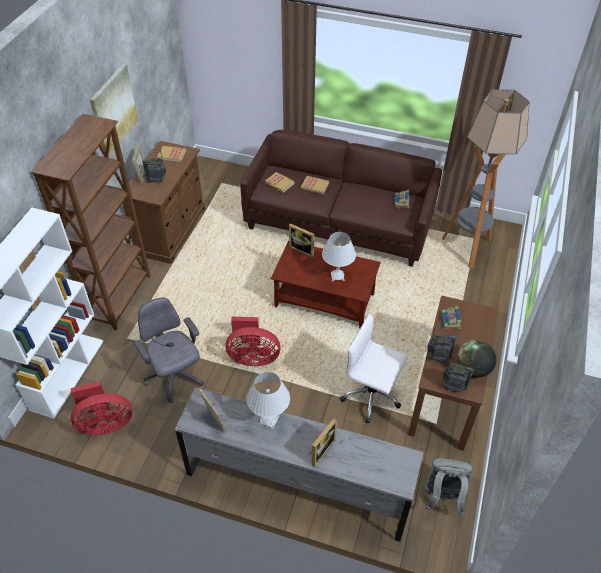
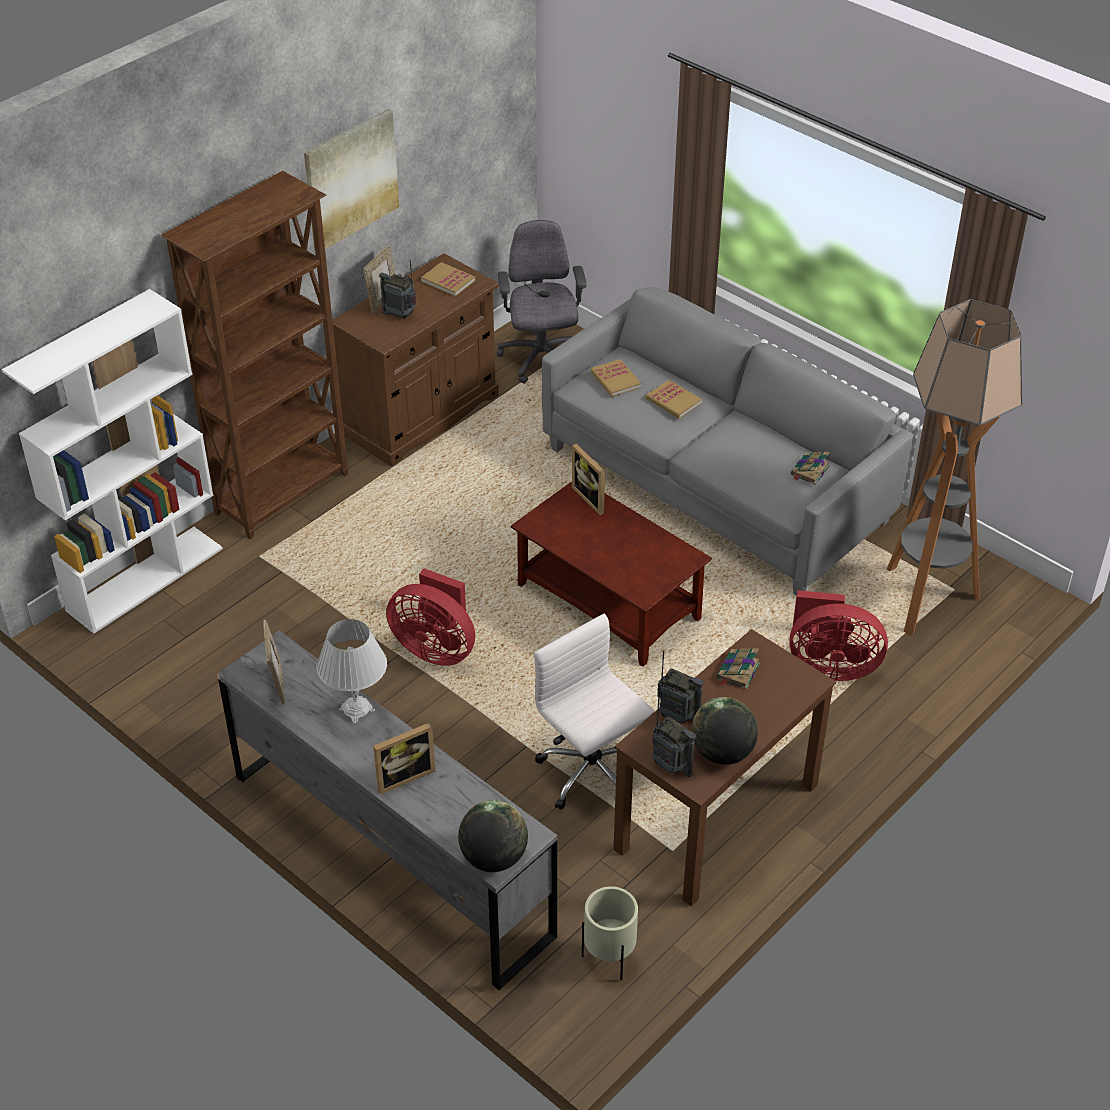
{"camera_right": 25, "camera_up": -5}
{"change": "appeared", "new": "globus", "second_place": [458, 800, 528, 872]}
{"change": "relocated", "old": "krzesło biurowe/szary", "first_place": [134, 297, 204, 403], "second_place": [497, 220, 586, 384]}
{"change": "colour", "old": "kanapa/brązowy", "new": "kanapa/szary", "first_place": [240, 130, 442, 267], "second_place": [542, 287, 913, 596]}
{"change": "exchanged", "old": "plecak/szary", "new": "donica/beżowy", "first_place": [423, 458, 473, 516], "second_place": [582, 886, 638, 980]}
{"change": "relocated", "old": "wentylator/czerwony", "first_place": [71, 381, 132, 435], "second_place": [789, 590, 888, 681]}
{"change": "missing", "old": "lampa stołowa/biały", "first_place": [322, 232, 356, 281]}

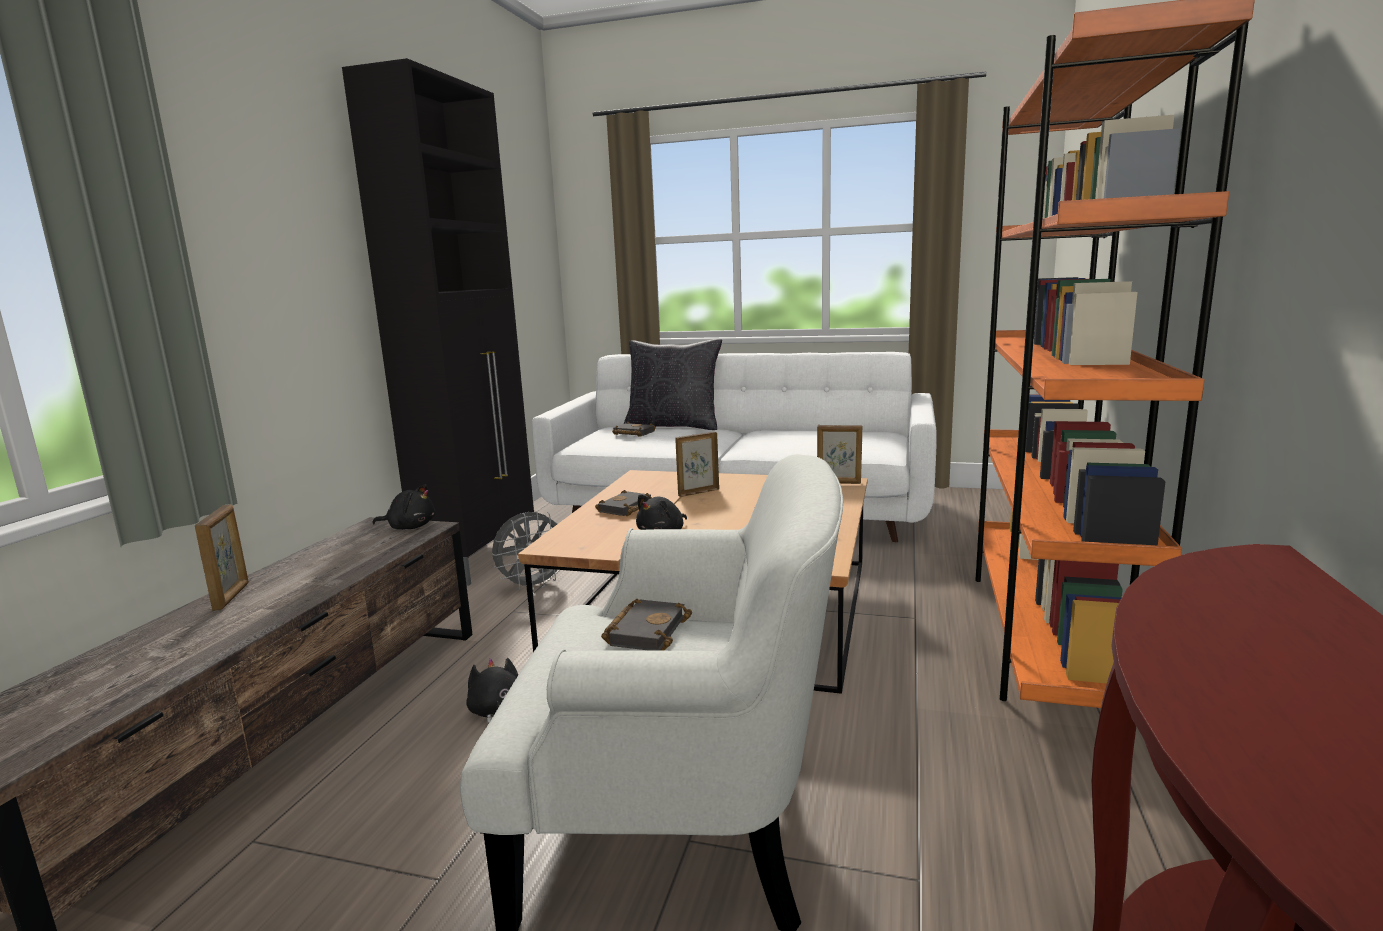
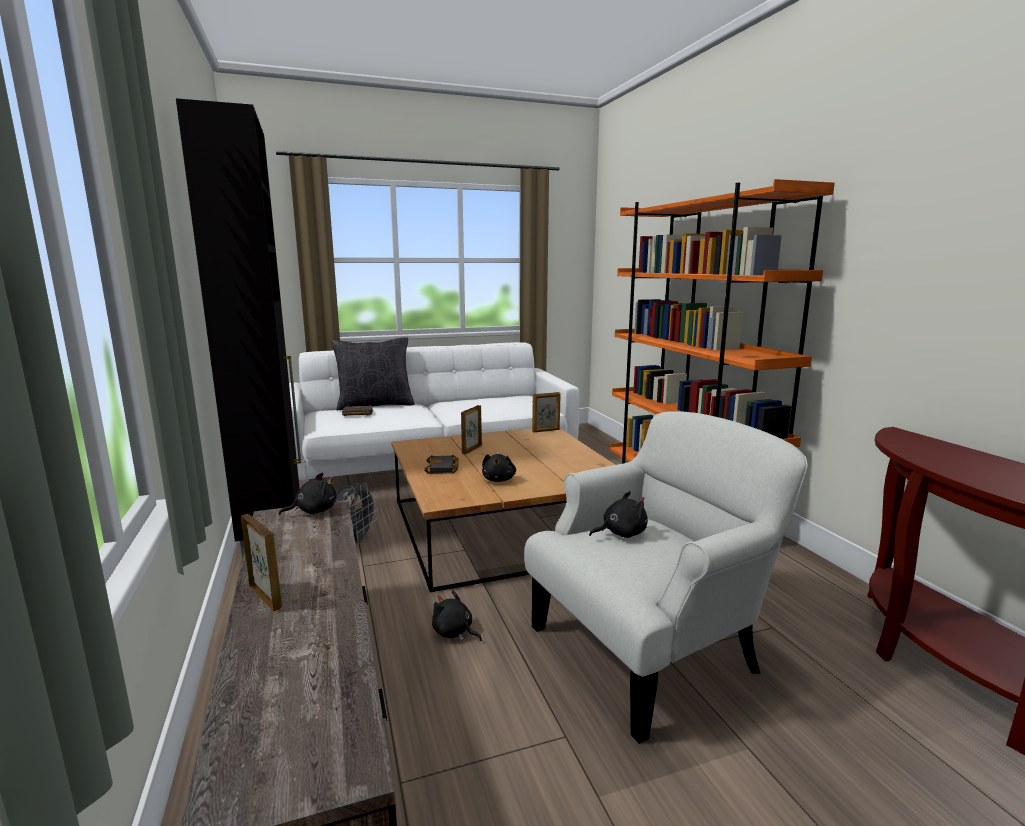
{"camera_right": -35, "camera_up": 0}
{"change": "exchanged", "old": "książka/czarny", "new": "pluszak/czarny", "first_place": [601, 599, 692, 651], "second_place": [589, 491, 648, 538]}

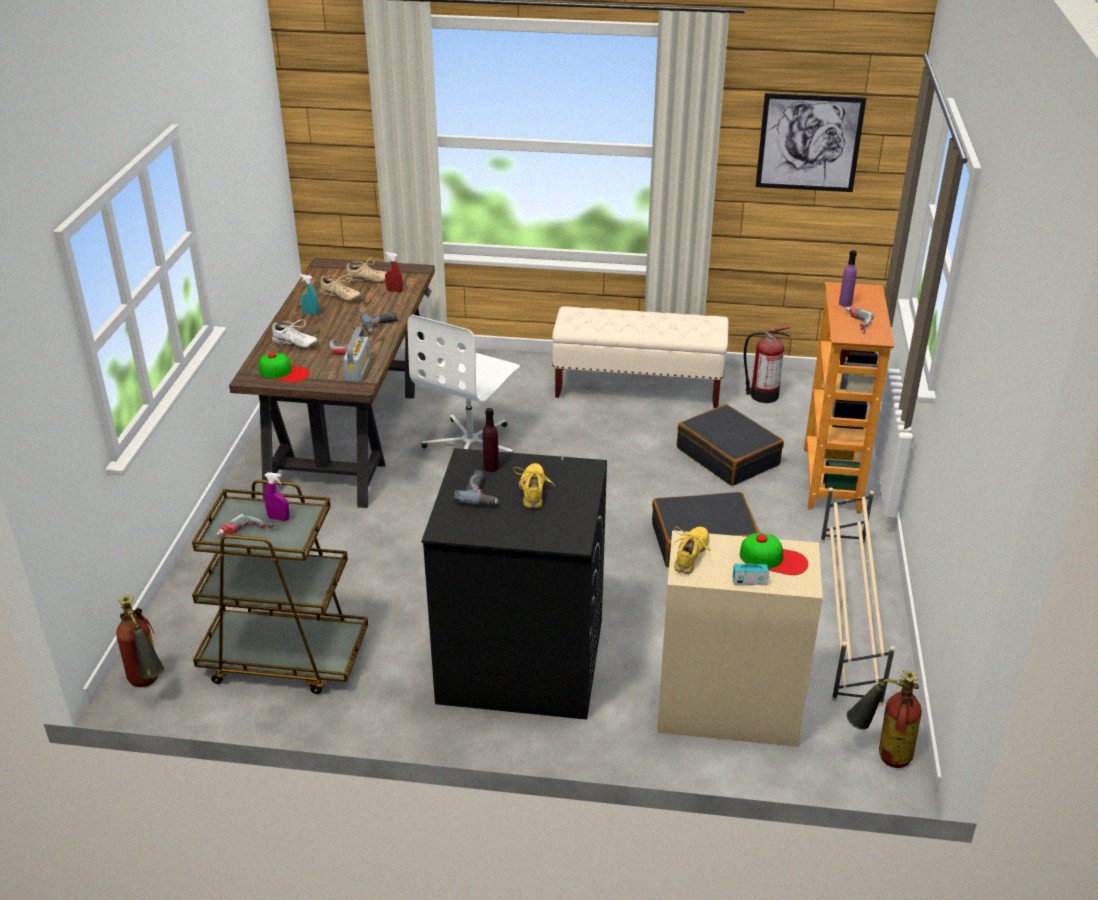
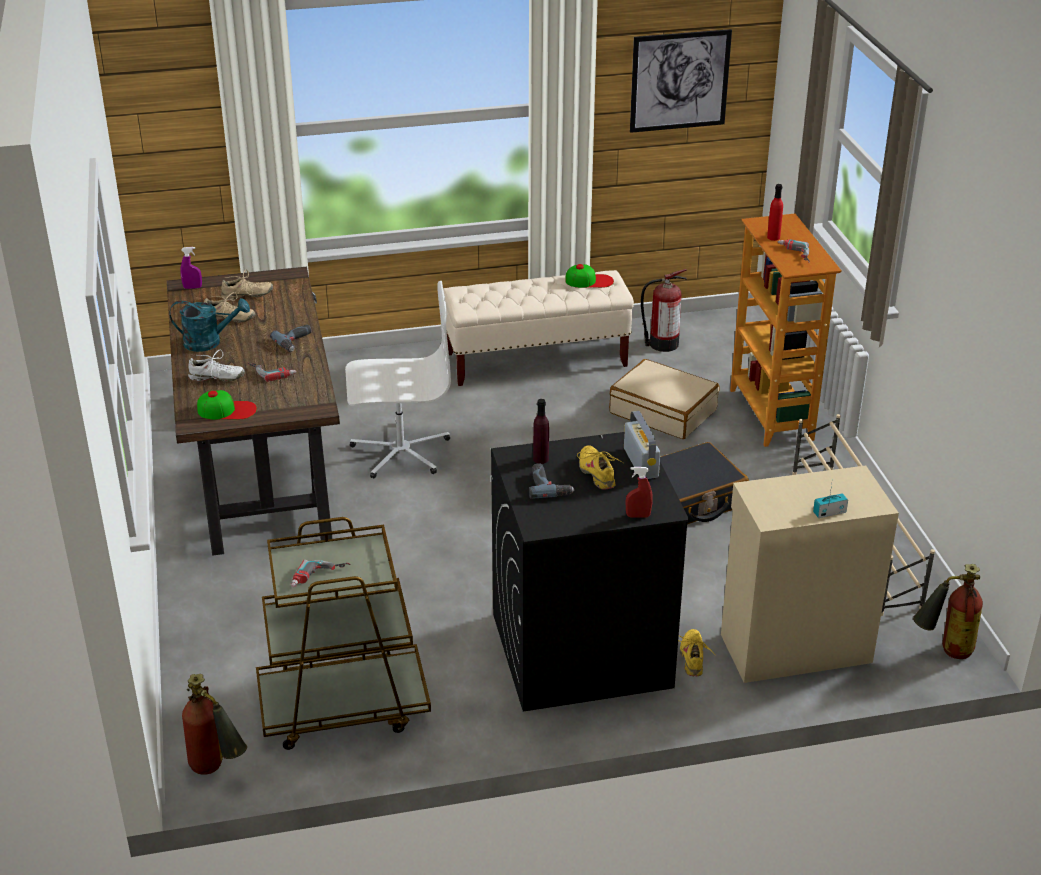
{"camera_right": -20, "camera_up": 0}
{"change": "exchanged", "old": "spryskiwacz/turkusowy", "new": "konewka/turkusowy", "first_place": [300, 274, 319, 315], "second_place": [169, 298, 250, 352]}
{"change": "relocated", "old": "spryskiwacz/fioletowy", "first_place": [264, 472, 289, 521], "second_place": [180, 247, 202, 289]}
{"change": "spun", "old": "krzesło biurowe/biały", "first_place": [407, 314, 520, 453], "second_place": [345, 281, 451, 479], "degrees": -105}
{"change": "relocated", "old": "czapka z daszkiem", "first_place": [740, 533, 808, 575], "second_place": [565, 264, 614, 288]}
{"change": "colour", "old": "walizka/czarny", "new": "walizka/beżowy", "first_place": [677, 404, 784, 486], "second_place": [609, 359, 720, 439]}
{"change": "relocated", "old": "radio", "first_place": [343, 327, 370, 382], "second_place": [624, 411, 660, 479]}
{"change": "relocated", "old": "spryskiwacz/czerwony", "first_place": [385, 252, 403, 292], "second_place": [626, 467, 653, 517]}
{"change": "relocated", "old": "but/żółty", "first_place": [671, 527, 711, 574], "second_place": [678, 629, 716, 676]}
{"change": "colour", "old": "butelka/fioletowy", "new": "butelka/czerwony", "first_place": [839, 250, 857, 307], "second_place": [767, 184, 783, 241]}

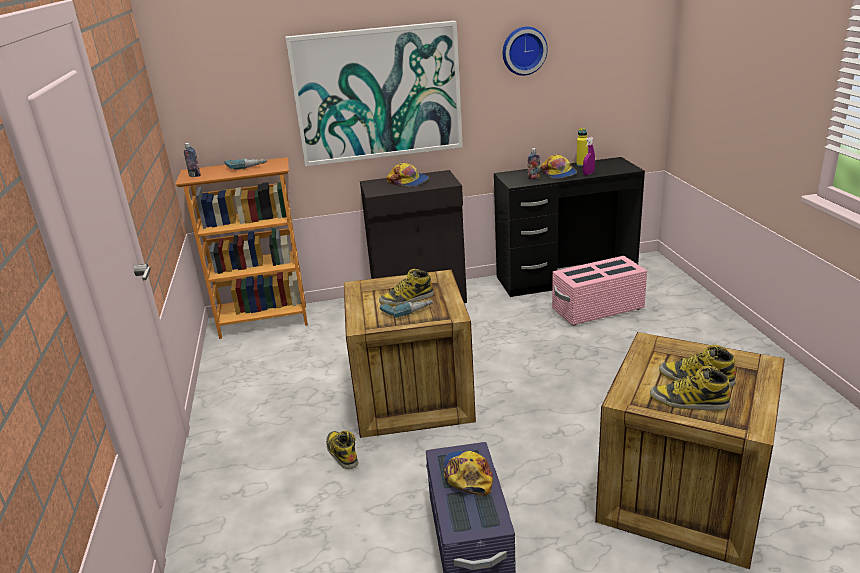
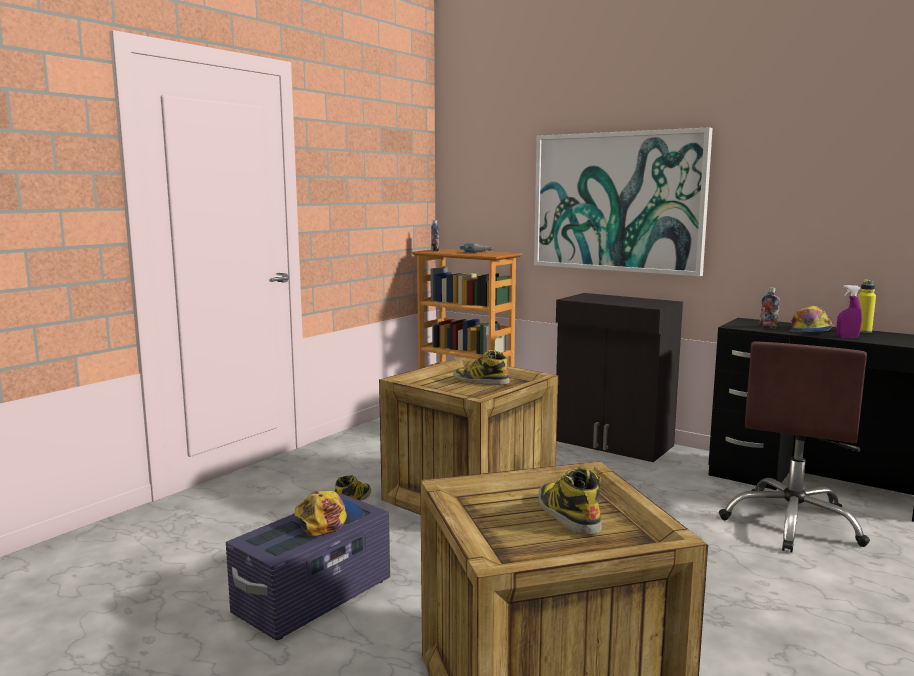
{"camera_right": 45, "camera_up": -15}
{"change": "exchanged", "old": "pojemnik do przechowywania/różowy", "new": "krzesło biurowe/brązowy", "first_place": [552, 256, 647, 326], "second_place": [719, 342, 870, 553]}
{"change": "missing", "old": "wiertarka", "first_place": [380, 300, 434, 318]}
{"change": "missing", "old": "czapka z daszkiem", "first_place": [386, 163, 429, 187]}
{"change": "missing", "old": "zegar ścienny", "first_place": [503, 27, 548, 76]}
{"change": "missing", "old": "but z cholewką", "first_place": [650, 366, 730, 411]}

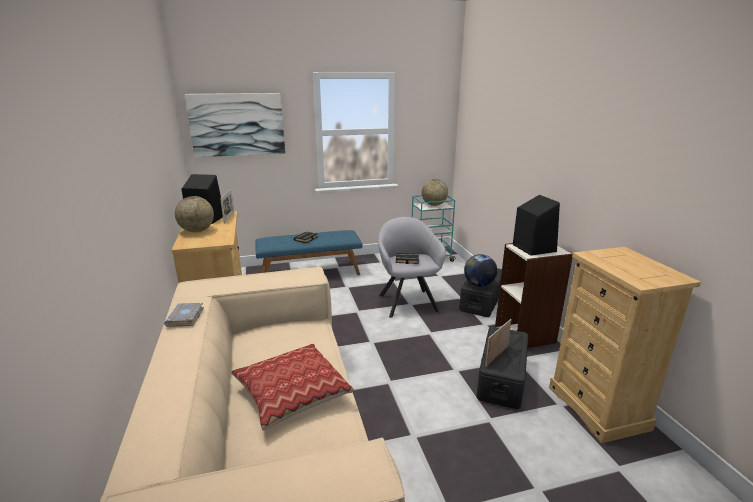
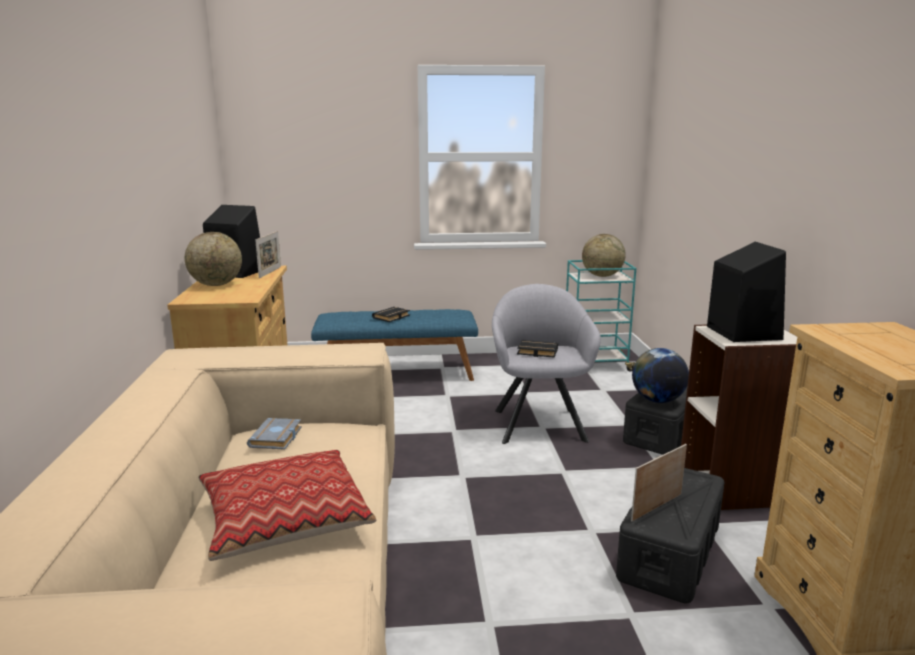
{"camera_right": 10, "camera_up": -5}
{"change": "relocated", "old": "książka/szary", "first_place": [164, 303, 204, 327], "second_place": [247, 418, 302, 450]}
{"change": "missing", "old": "obraz", "first_place": [185, 93, 285, 157]}

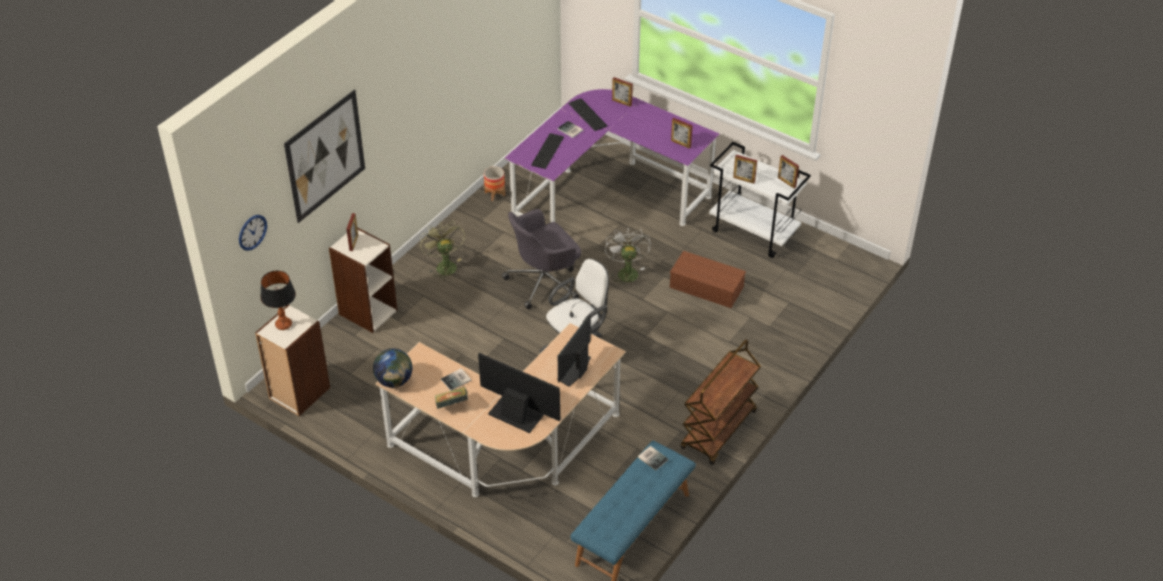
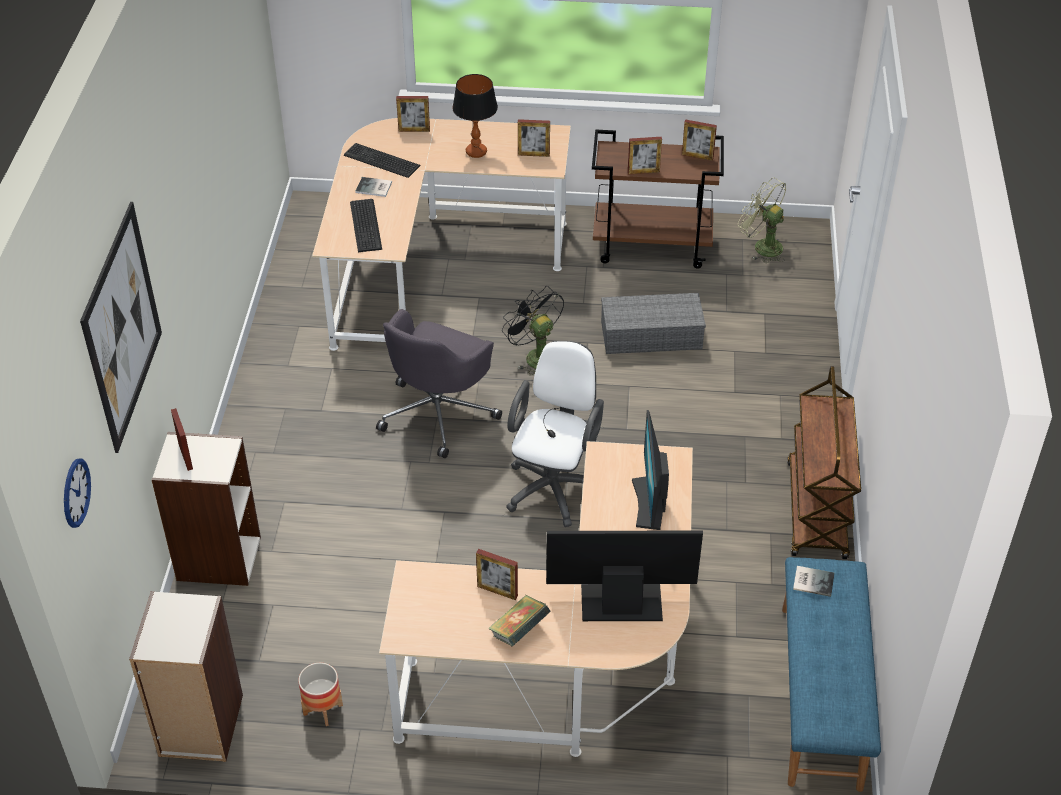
{"camera_right": -30, "camera_up": 0}
{"change": "relocated", "old": "donica", "first_place": [484, 166, 505, 201], "second_place": [298, 663, 343, 726]}
{"change": "colour", "old": "biurko/fioletowy", "new": "biurko/beżowy", "first_place": [505, 89, 719, 226], "second_place": [312, 118, 571, 351]}
{"change": "relocated", "old": "lampa stołowa", "first_place": [260, 271, 296, 330], "second_place": [452, 74, 498, 158]}
{"change": "exchanged", "old": "książka", "new": "ramka na zdjęcie", "first_place": [441, 368, 471, 391], "second_place": [476, 549, 518, 600]}
{"change": "colour", "old": "wentylator/biały", "new": "wentylator/czarny", "first_place": [605, 227, 651, 287], "second_place": [502, 286, 564, 375]}
{"change": "colour", "old": "wózek/biały", "new": "wózek/brązowy", "first_place": [709, 142, 811, 258], "second_place": [592, 130, 724, 269]}
{"change": "colour", "old": "pojemnik do przechowywania/brązowy", "new": "pojemnik do przechowywania/szary", "first_place": [670, 251, 746, 308], "second_place": [601, 293, 706, 354]}
{"change": "relocated", "old": "wentylator/zielony", "first_place": [420, 222, 465, 281], "second_place": [738, 177, 786, 263]}
{"change": "missing", "old": "globus", "first_place": [373, 348, 412, 388]}

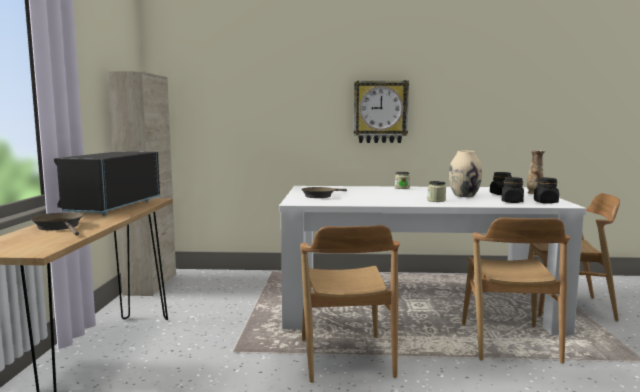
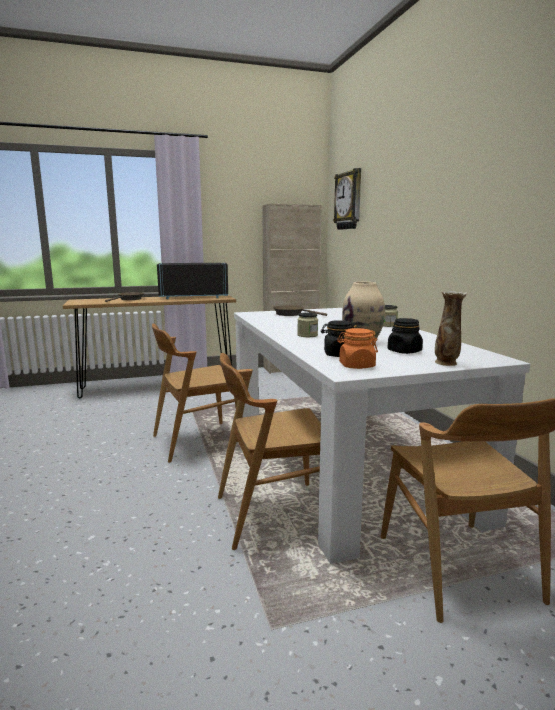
{"camera_right": 70, "camera_up": 5}
{"change": "relocated", "old": "zegar ścienny", "first_place": [354, 80, 409, 143], "second_place": [333, 168, 361, 230]}
{"change": "colour", "old": "słoik/czarny", "new": "słoik/pomarańczowy", "first_place": [534, 178, 559, 204], "second_place": [337, 328, 378, 369]}

